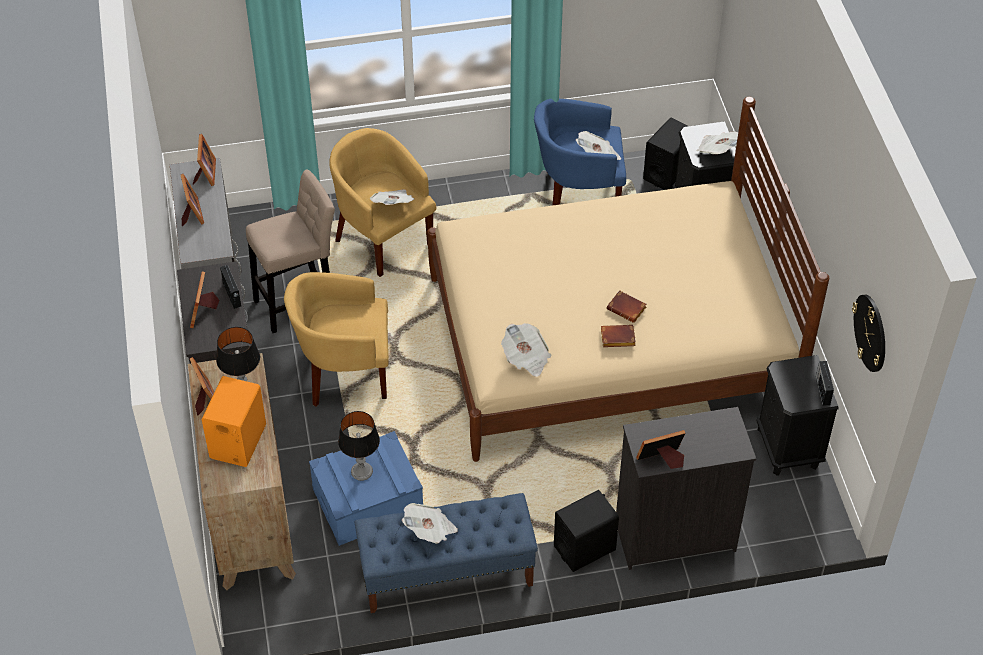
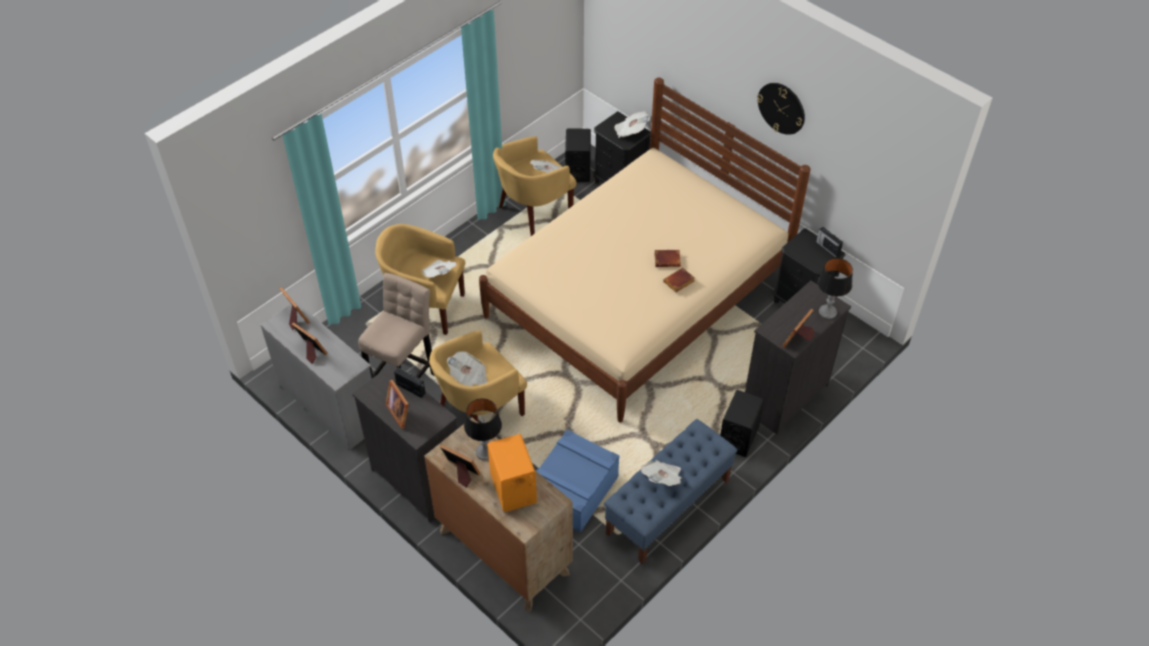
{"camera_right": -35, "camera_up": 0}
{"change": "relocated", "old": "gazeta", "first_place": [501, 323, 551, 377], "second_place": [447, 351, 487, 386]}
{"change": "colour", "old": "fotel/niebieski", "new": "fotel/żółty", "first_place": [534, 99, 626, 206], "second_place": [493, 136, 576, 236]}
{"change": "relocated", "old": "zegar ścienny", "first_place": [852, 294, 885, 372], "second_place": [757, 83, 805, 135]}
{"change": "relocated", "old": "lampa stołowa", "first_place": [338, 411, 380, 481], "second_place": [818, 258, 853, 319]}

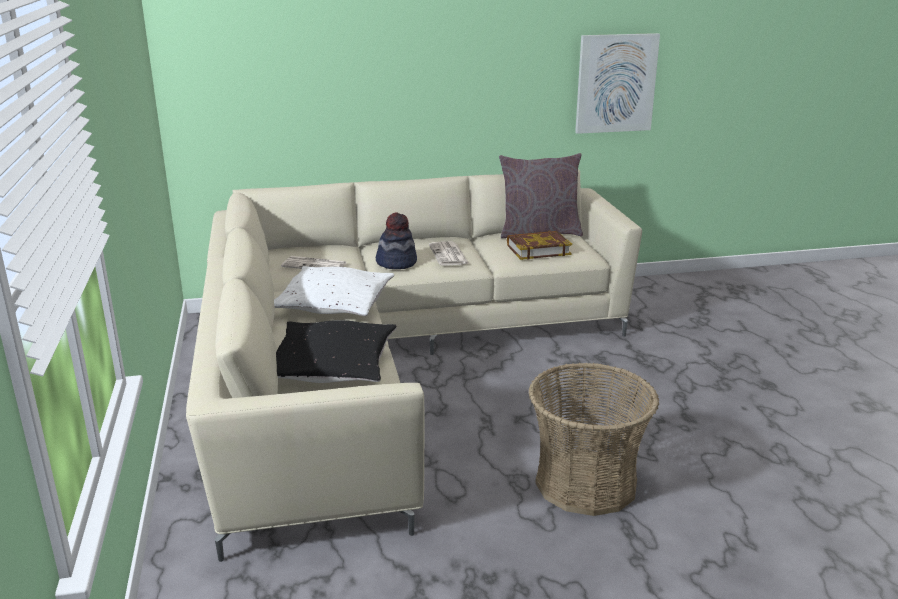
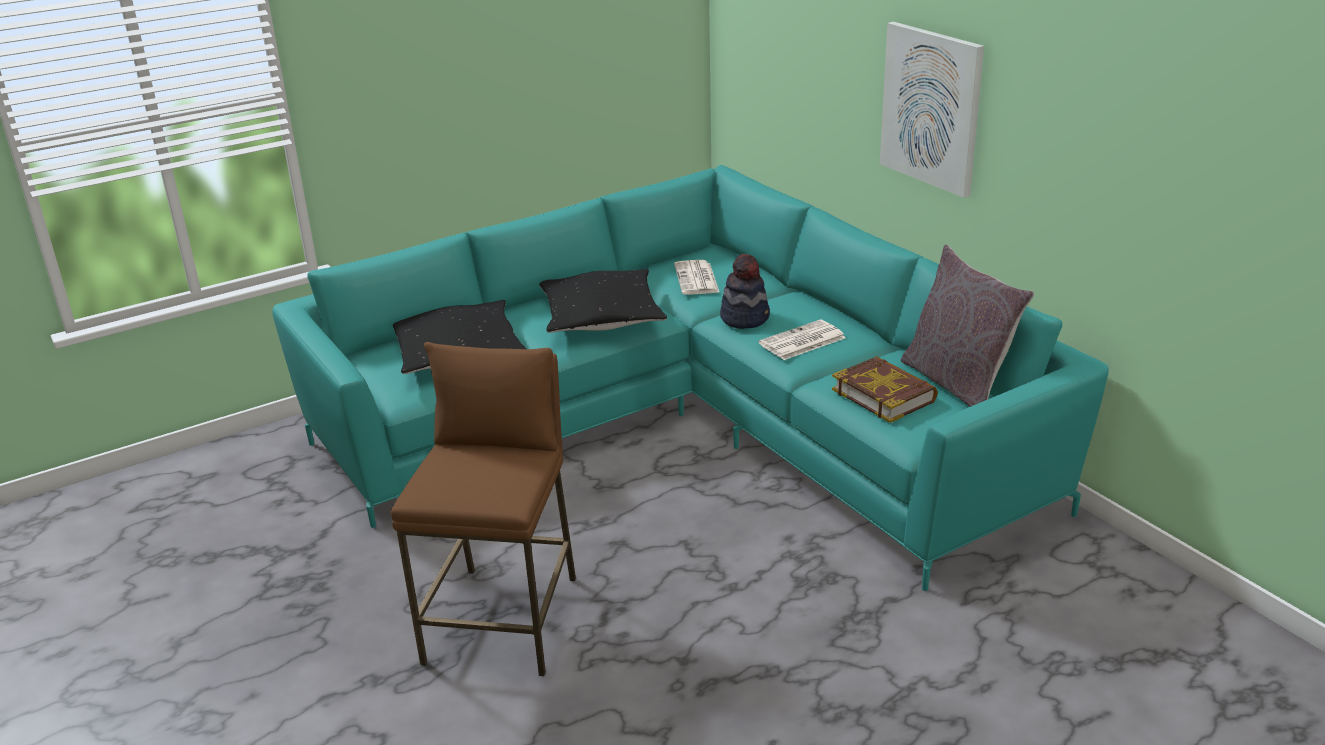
{"camera_right": 70, "camera_up": 5}
{"change": "colour", "old": "kanapa/beżowy", "new": "kanapa/turkusowy", "first_place": [186, 169, 642, 562], "second_place": [272, 165, 1109, 591]}
{"change": "exchanged", "old": "koszyk", "new": "stołek/brązowy", "first_place": [529, 363, 659, 516], "second_place": [391, 342, 576, 676]}
{"change": "colour", "old": "poduszka/biały", "new": "poduszka/czarny", "first_place": [274, 266, 394, 316], "second_place": [540, 269, 667, 333]}
{"change": "relocated", "old": "obraz", "first_place": [575, 33, 660, 134], "second_place": [880, 22, 984, 198]}

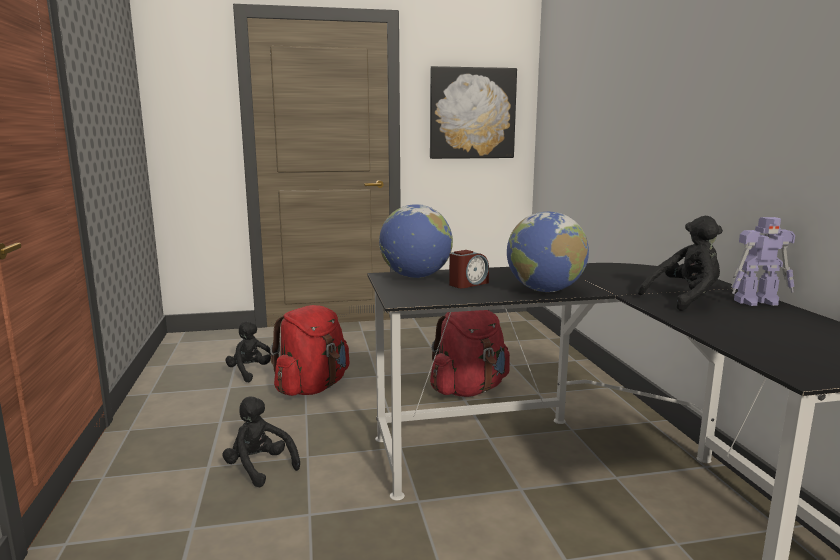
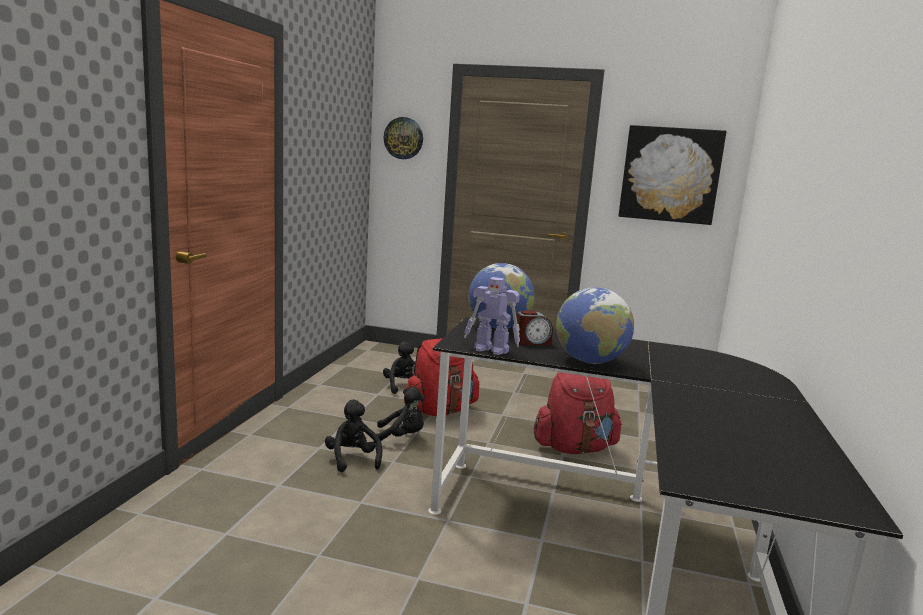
{"camera_right": 25, "camera_up": 0}
{"change": "relocated", "old": "pluszak/czarny", "first_place": [638, 216, 723, 311], "second_place": [374, 387, 425, 443]}
{"change": "appeared", "new": "zegar ścienny", "second_place": [384, 117, 423, 159]}
{"change": "relocated", "old": "robot zabawkowy", "first_place": [731, 217, 795, 306], "second_place": [464, 277, 520, 355]}

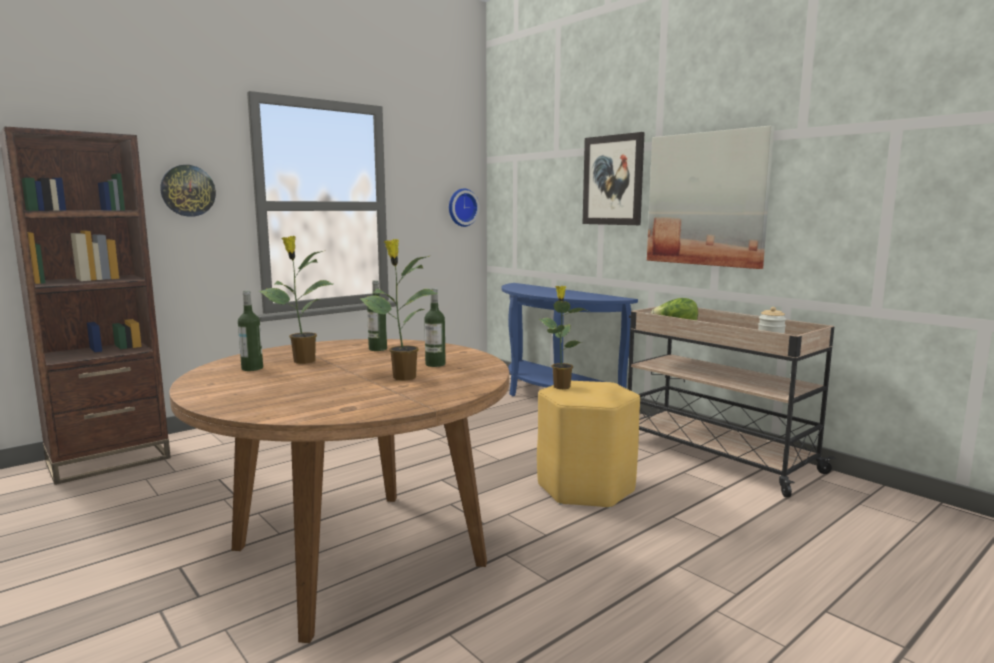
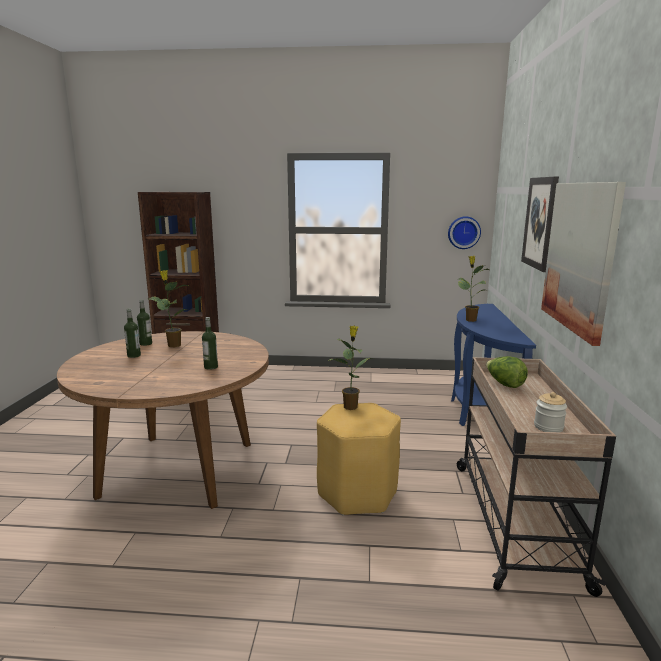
{"camera_right": 45, "camera_up": 5}
{"change": "relocated", "old": "butelka", "first_place": [367, 280, 387, 351], "second_place": [124, 308, 141, 358]}
{"change": "relocated", "old": "roślina doniczkowa", "first_place": [359, 239, 438, 381], "second_place": [458, 256, 489, 322]}
{"change": "missing", "old": "zegar ścienny", "first_place": [160, 165, 216, 217]}

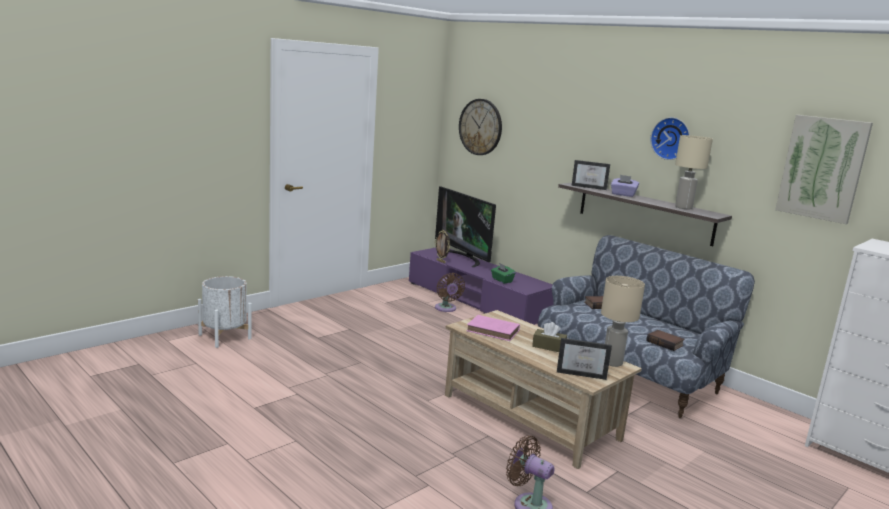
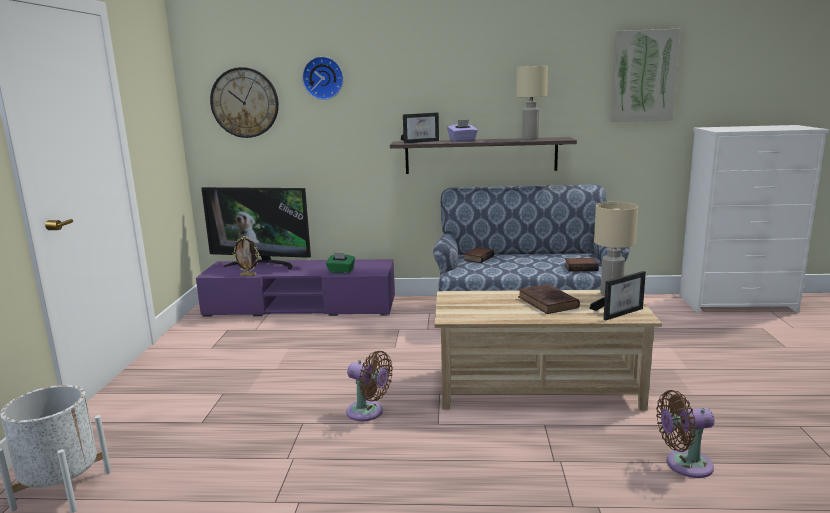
{"camera_right": -40, "camera_up": 0}
{"change": "relocated", "old": "zegar ścienny", "first_place": [650, 117, 690, 160], "second_place": [302, 56, 344, 100]}
{"change": "relocated", "old": "wentylator/brązowy", "first_place": [435, 273, 465, 312], "second_place": [346, 351, 393, 421]}
{"change": "exchanged", "old": "pudełko chusteczek/brązowy", "new": "książka/brązowy", "first_place": [532, 322, 567, 352], "second_place": [518, 284, 580, 314]}
{"change": "missing", "old": "książka/różowy", "first_place": [467, 315, 520, 341]}

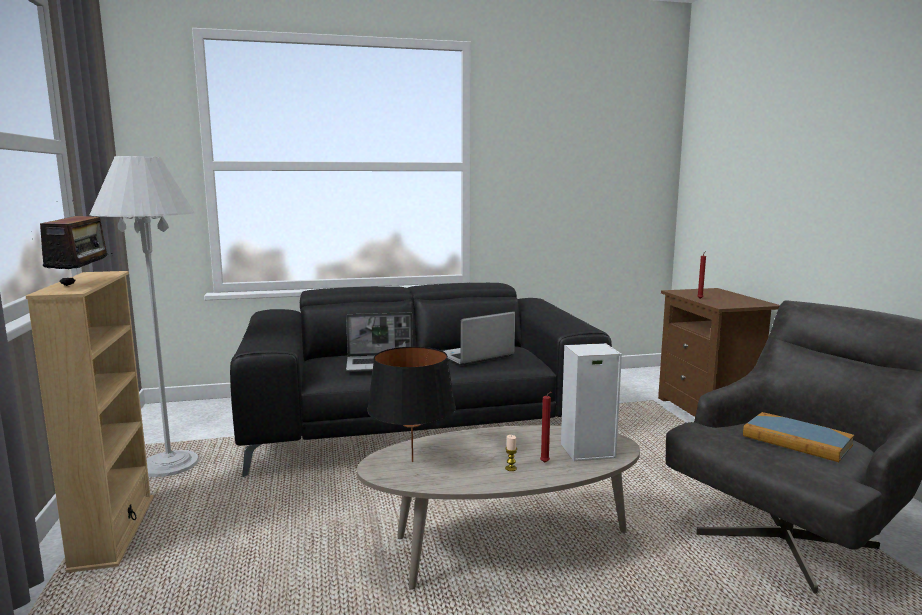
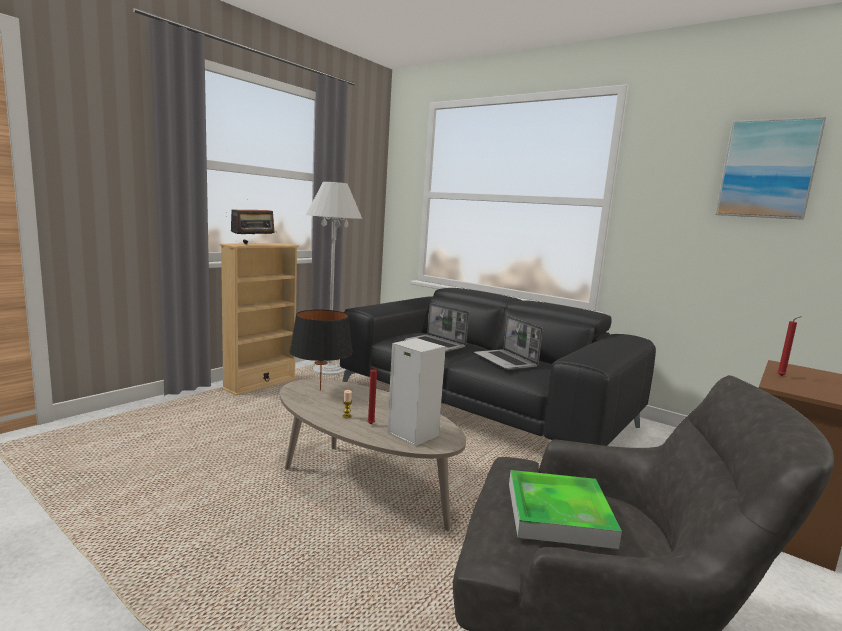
{"camera_right": 50, "camera_up": 0}
{"change": "spun", "old": "laptop", "first_place": [443, 311, 515, 365], "second_place": [474, 316, 543, 370], "degrees": -135}
{"change": "exchanged", "old": "książka", "new": "taca", "first_place": [743, 412, 854, 462], "second_place": [509, 470, 622, 549]}
{"change": "appeared", "new": "obraz", "second_place": [715, 117, 826, 220]}

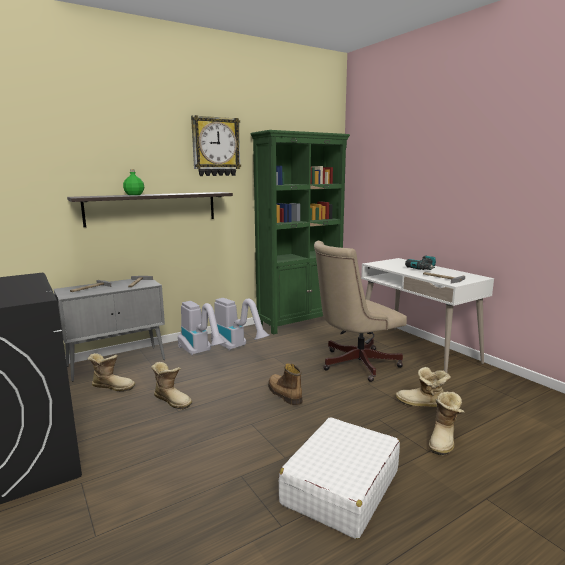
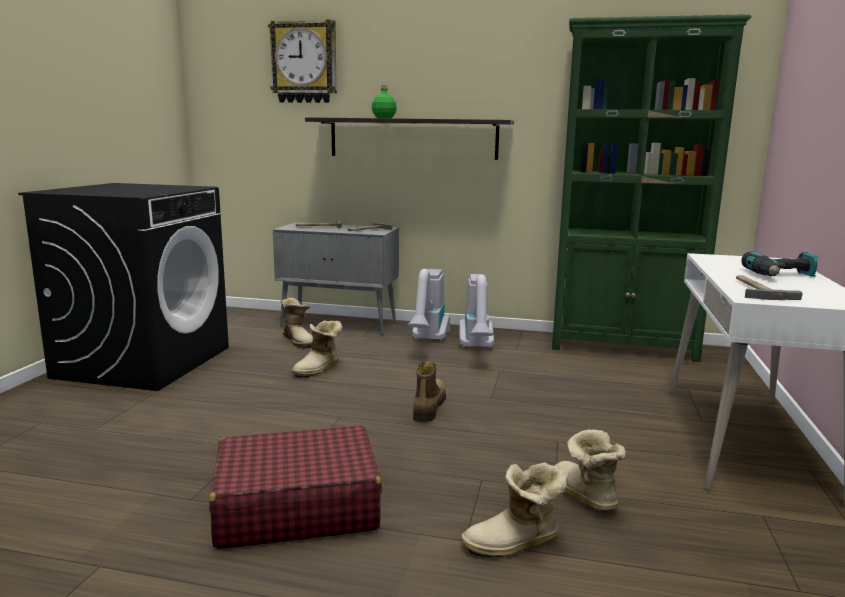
{"camera_right": 45, "camera_up": 0}
{"change": "colour", "old": "walizka/biały", "new": "walizka/czerwony", "first_place": [279, 417, 400, 539], "second_place": [209, 425, 382, 549]}
{"change": "relocated", "old": "zegar ścienny", "first_place": [191, 115, 241, 176], "second_place": [268, 20, 337, 103]}
{"change": "spun", "old": "but z cholewką", "first_place": [151, 362, 192, 409], "second_place": [291, 320, 343, 378], "degrees": 45}
{"change": "missing", "old": "krzesło biurowe/beżowy", "first_place": [314, 241, 407, 382]}

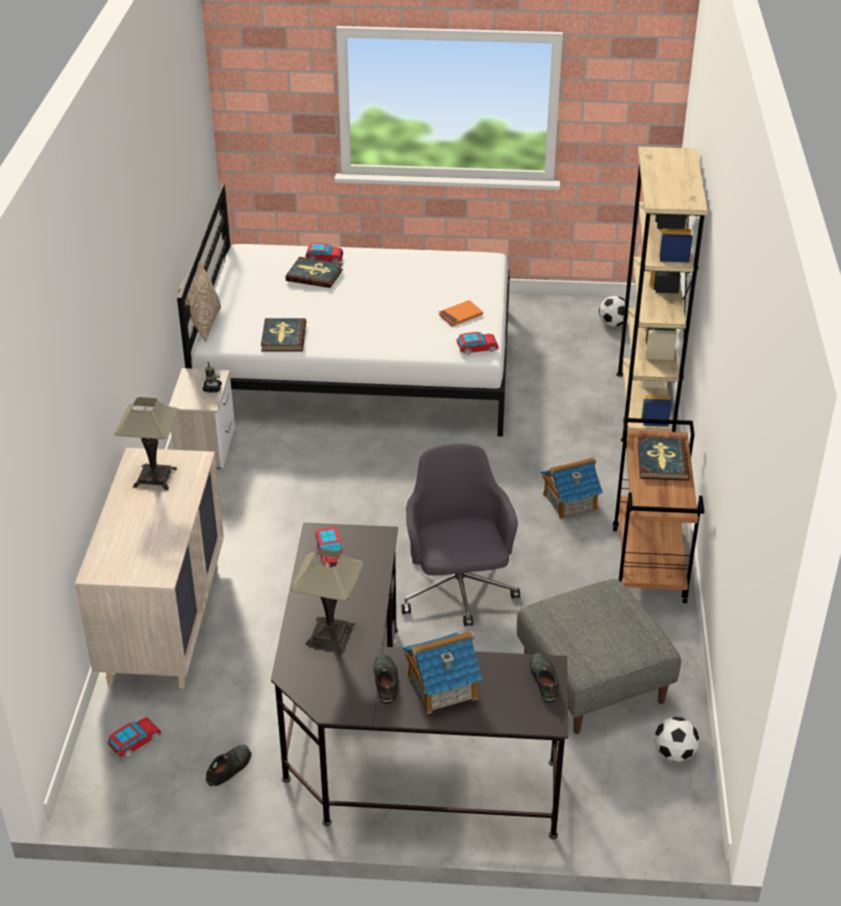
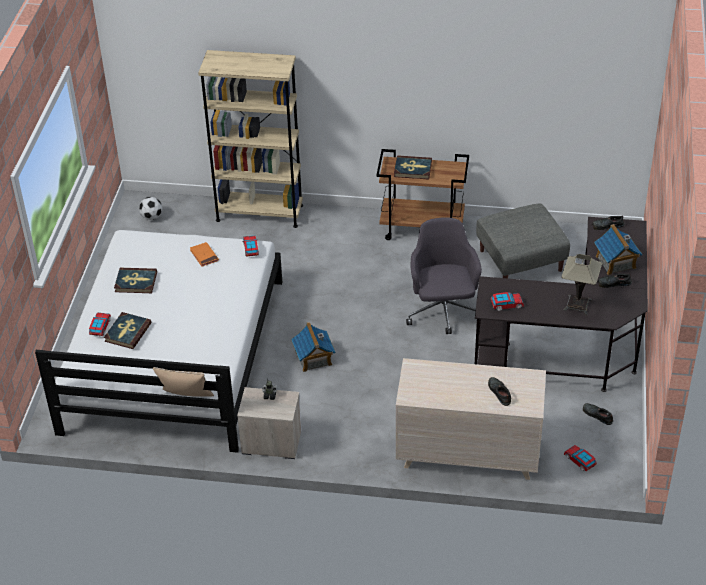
{"camera_right": -85, "camera_up": 5}
{"change": "relocated", "old": "książka", "first_place": [261, 318, 306, 352], "second_place": [114, 268, 157, 293]}
{"change": "relocated", "old": "domek", "first_place": [541, 457, 603, 519], "second_place": [291, 322, 335, 372]}
{"change": "spun", "old": "krzesło biurowe/szary", "first_place": [401, 443, 520, 626], "second_place": [406, 217, 482, 334], "degrees": 90}
{"change": "appeared", "new": "but/czarny", "second_place": [488, 377, 511, 406]}
{"change": "missing", "old": "lampa stołowa", "first_place": [115, 397, 179, 490]}
{"change": "missing", "old": "piłka futbolowa", "first_place": [654, 717, 699, 762]}

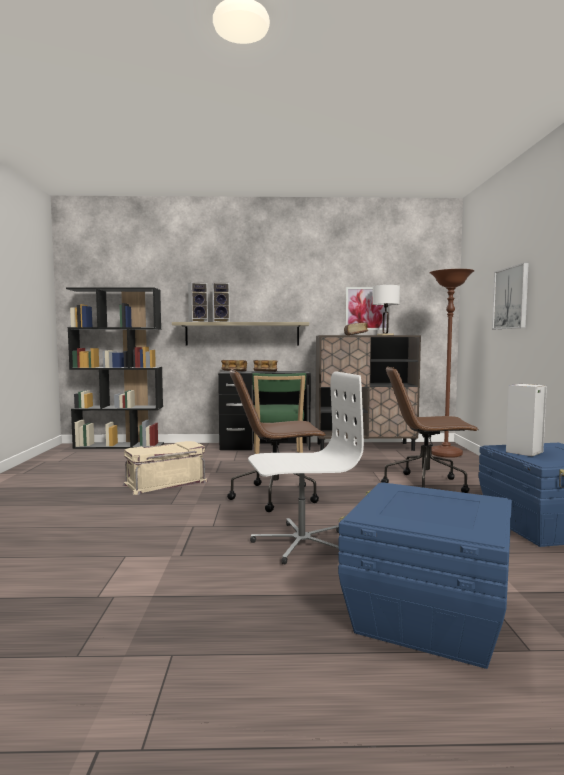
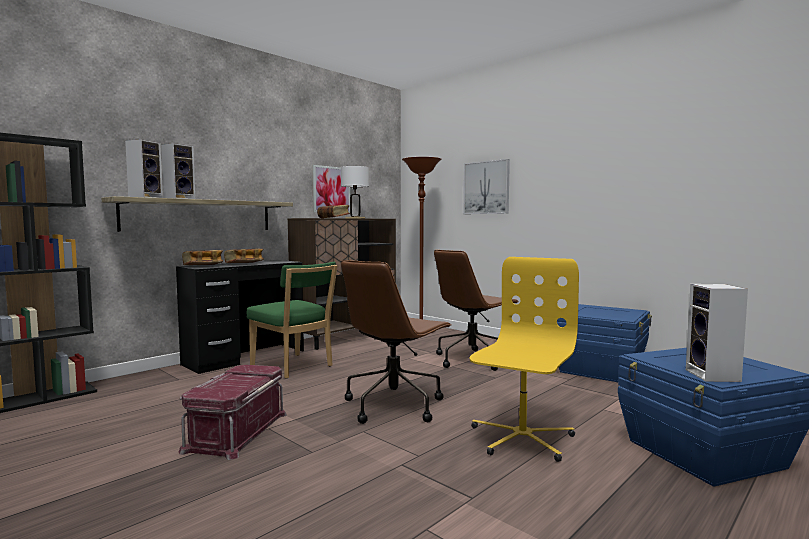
{"camera_right": -45, "camera_up": 0}
{"change": "colour", "old": "pojemnik do przechowywania/beżowy", "new": "pojemnik do przechowywania/czerwony", "first_place": [123, 441, 208, 495], "second_place": [178, 365, 287, 460]}
{"change": "colour", "old": "krzesło biurowe/biały", "new": "krzesło biurowe/żółty", "first_place": [248, 371, 364, 564], "second_place": [469, 257, 579, 462]}
{"change": "relocated", "old": "głośnik", "first_place": [506, 384, 547, 456], "second_place": [686, 284, 748, 382]}

